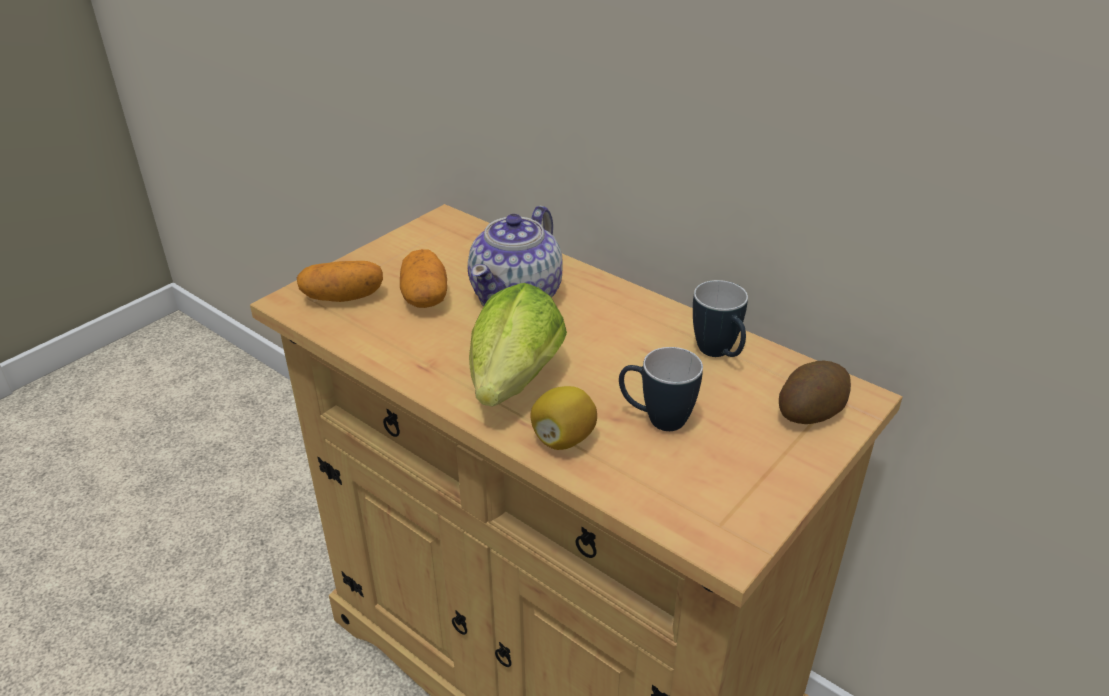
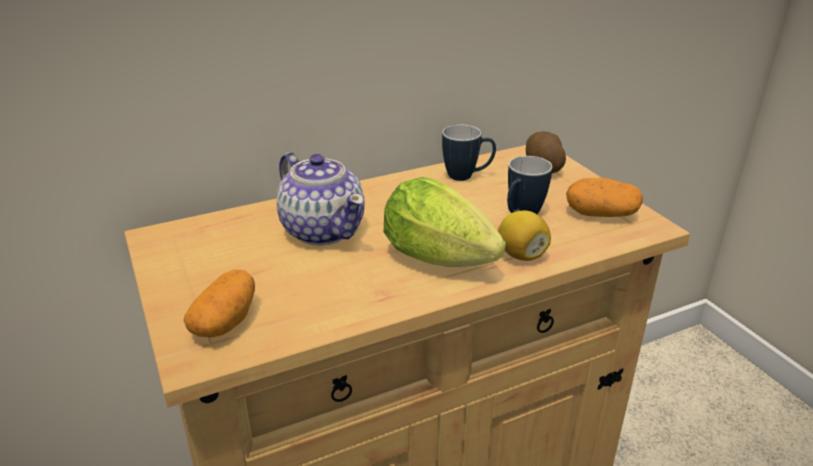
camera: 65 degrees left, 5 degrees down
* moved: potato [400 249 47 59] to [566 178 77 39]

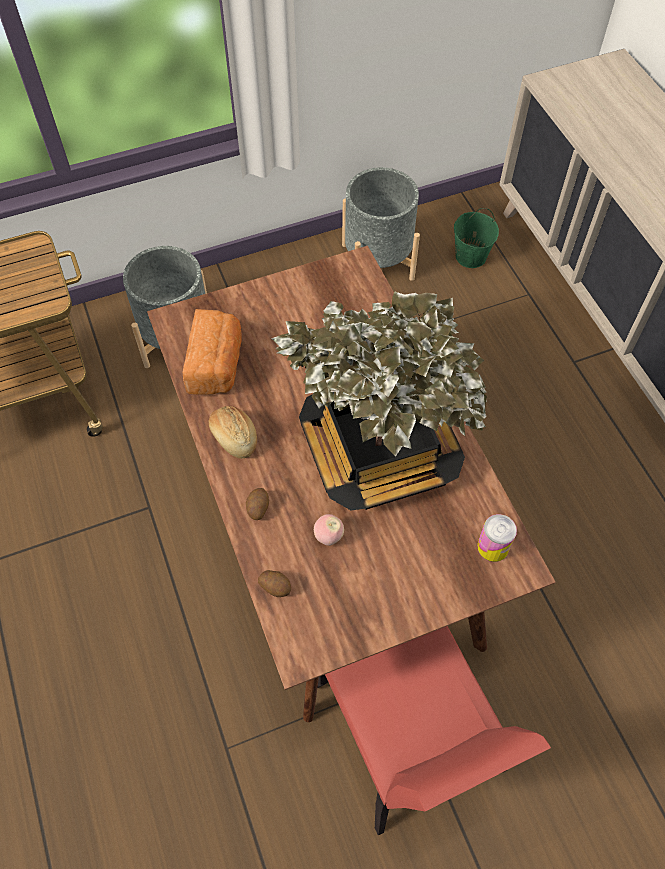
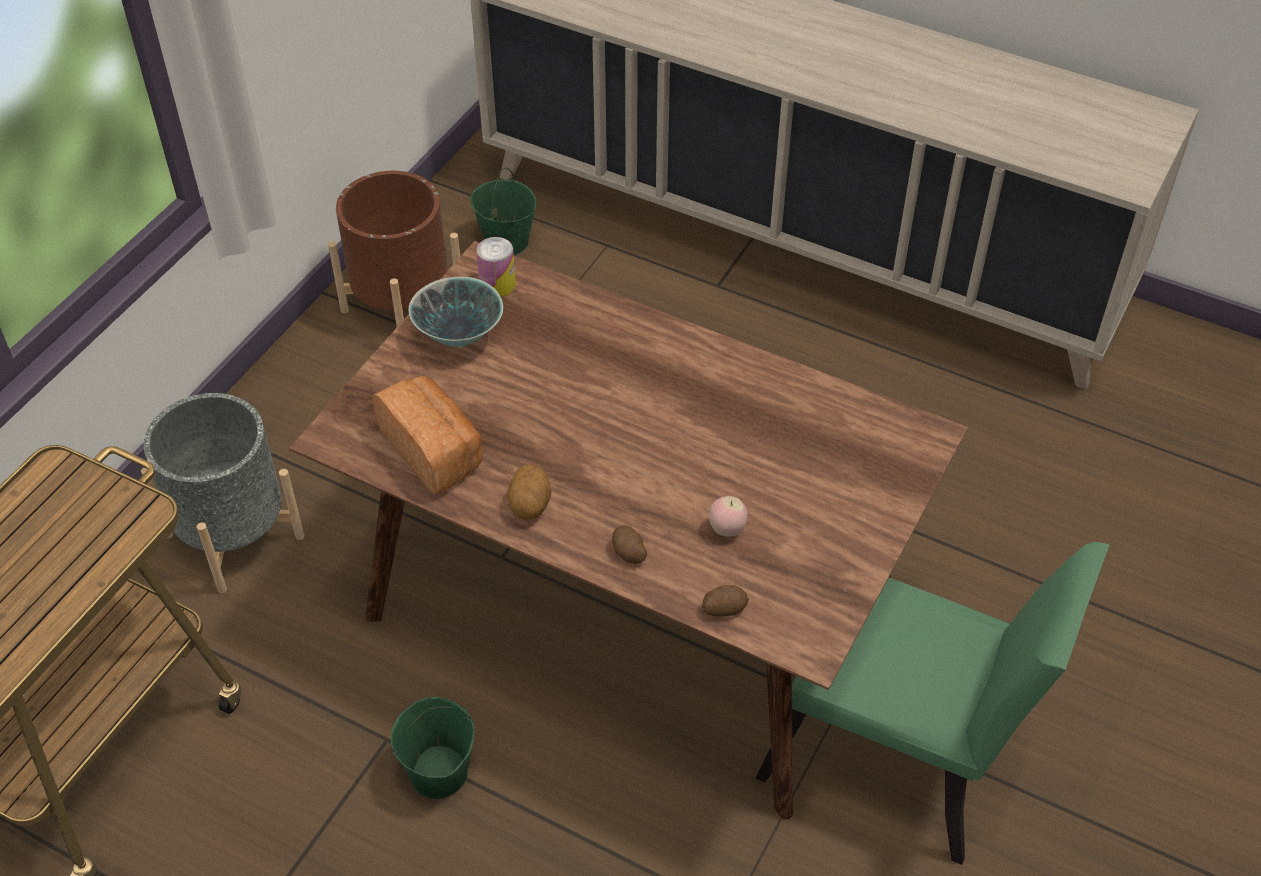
camera: 40 degrees left, 10 degrees down
* removed: potted plant [271 291 216 219]
* added: green bucket [391 697 84 102]
* added: bowl [409 277 94 71]
* moved: can [477 514 40 48] to [476 237 40 60]
* replaced: bread [209 406 48 53] to potato [507 464 44 56]
* recoloured: red chair [318 626 233 210] to green chair [756 542 353 323]
* recoloured: grey planter [342 167 78 114] to brown planter [328 171 132 156]

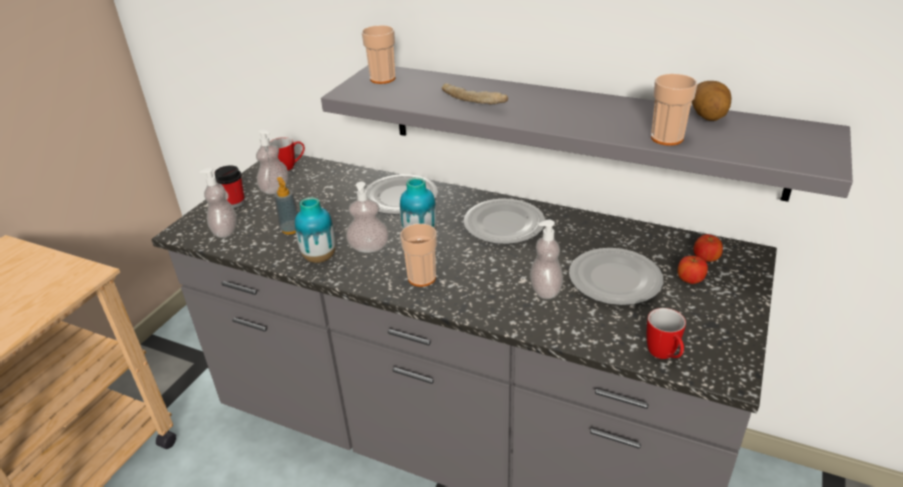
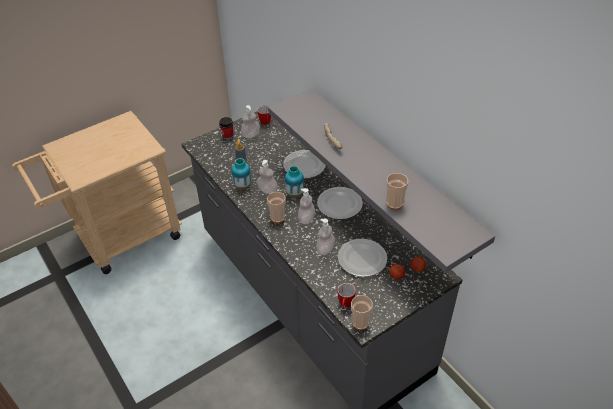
camera: 30 degrees right, 10 degrees up
* removed: potato [692 81 40 40]
* moved: soap dispenser [199 167 38 71] to [298 188 17 36]
* moved: cup [362 25 34 59] to [351 295 22 35]

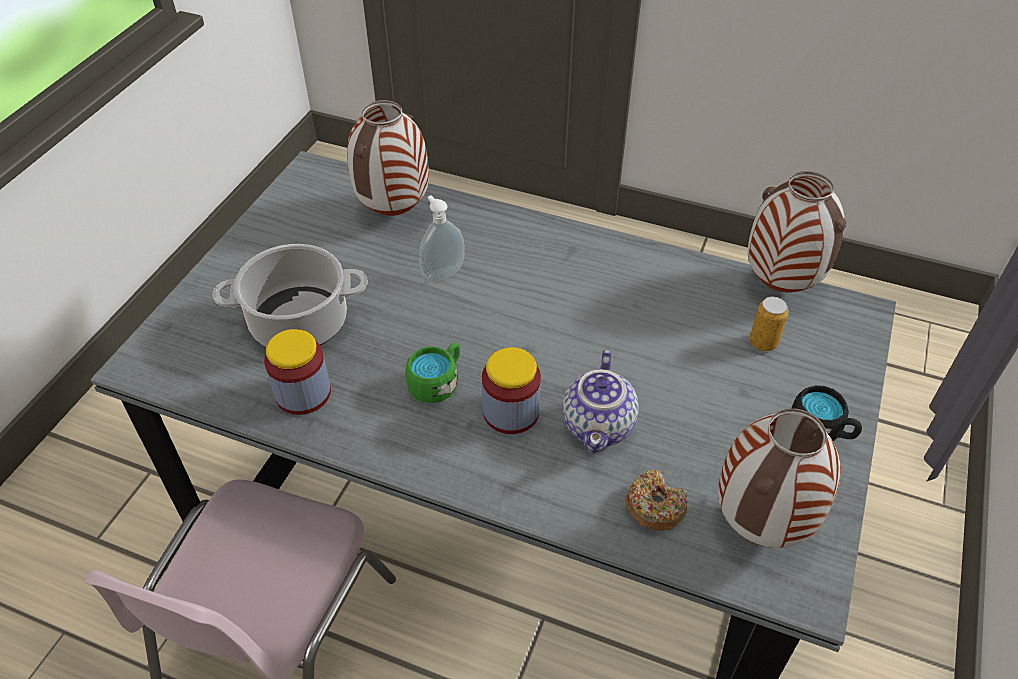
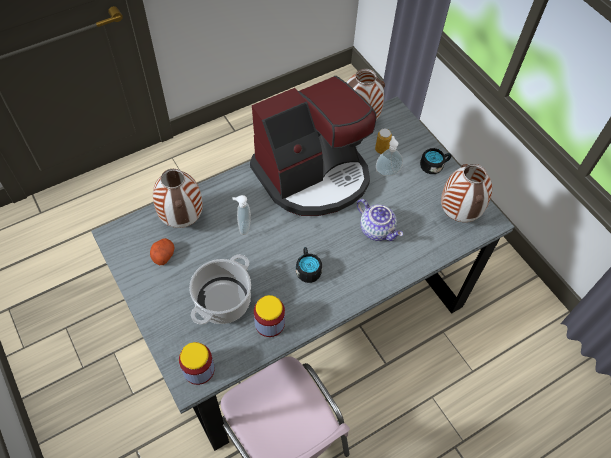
camera: 55 degrees left, 10 degrees up
* removed: donut [625 470 63 60]
* added: potato [150 238 24 27]
* added: coffee machine [250 76 126 140]
* added: soap dispenser [376 136 27 40]
* moved: jar [482 347 59 87] to [179 342 36 43]
* recoloured: green mug [405 343 55 60] to black mug [296 247 26 36]

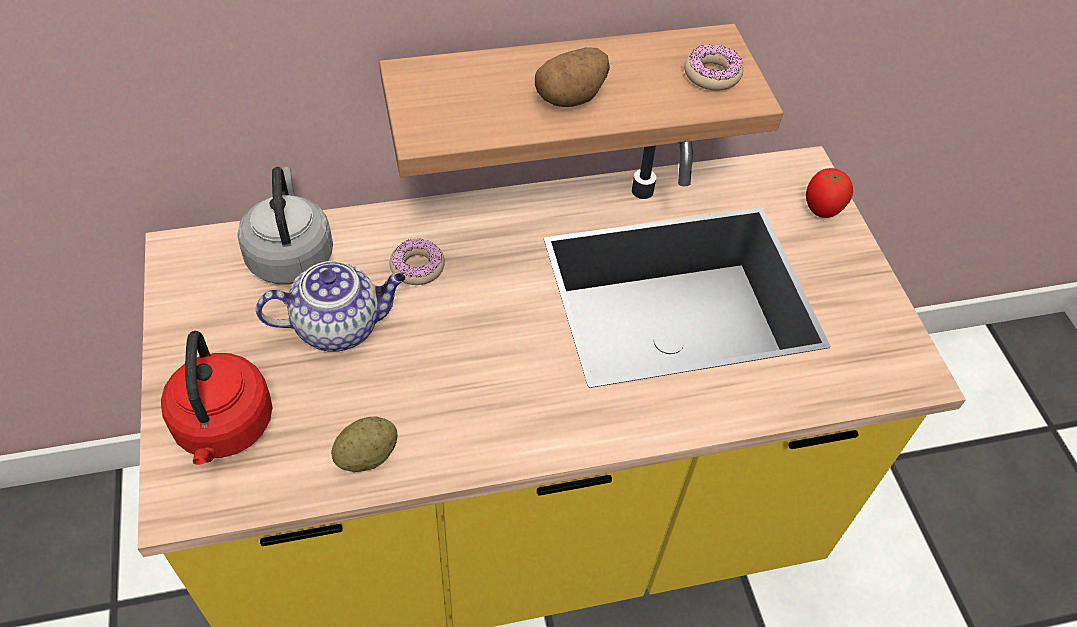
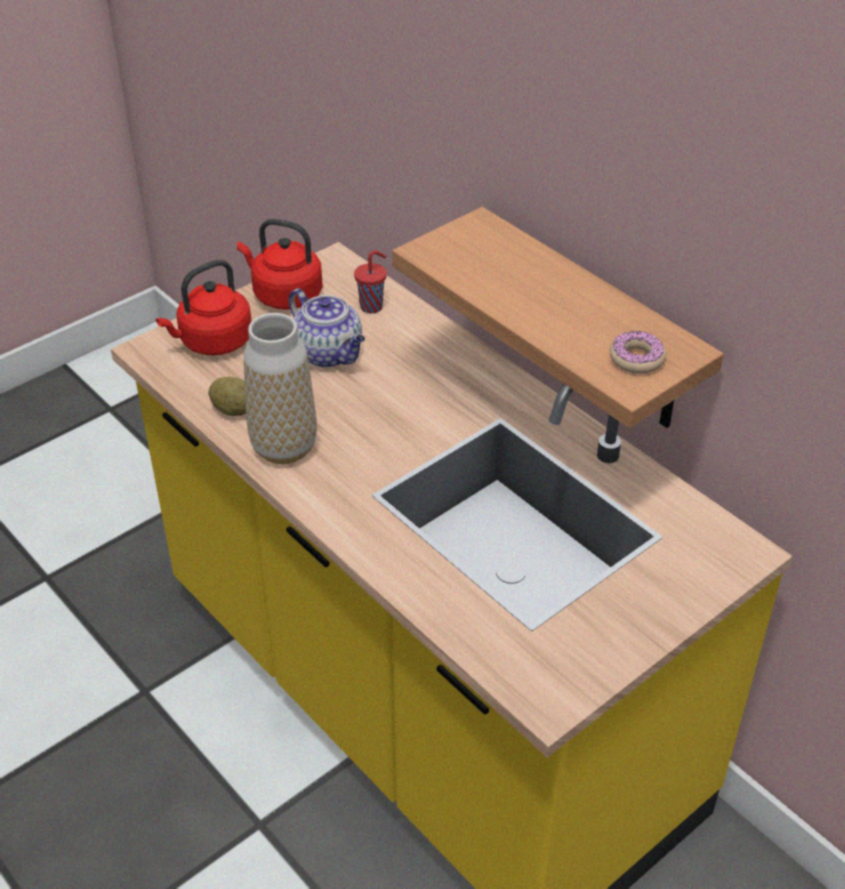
camera: 65 degrees right, 10 degrees down
* removed: donut [390 239 55 46]
* removed: potato [535 47 75 60]
* removed: tomato [806 168 47 50]
* added: red kettle [237 219 86 91]
* added: vase [244 313 73 151]
* replaced: grey kettle [237 167 96 117] to red cup [354 250 33 63]

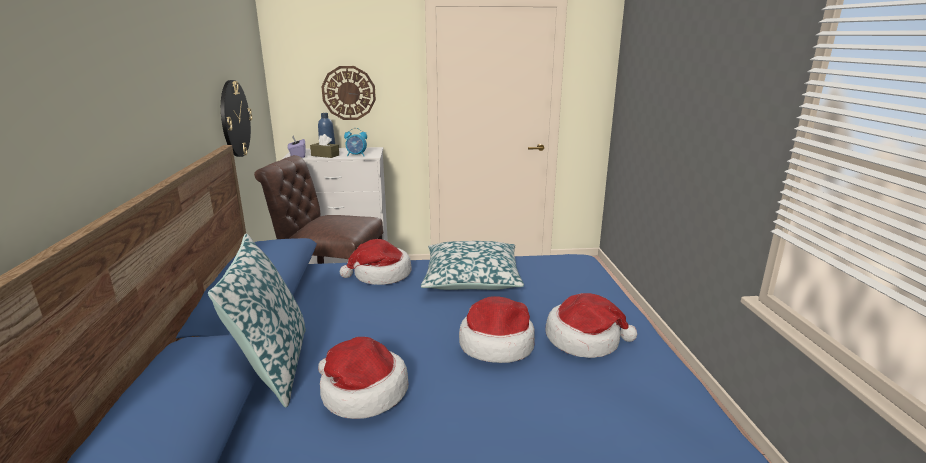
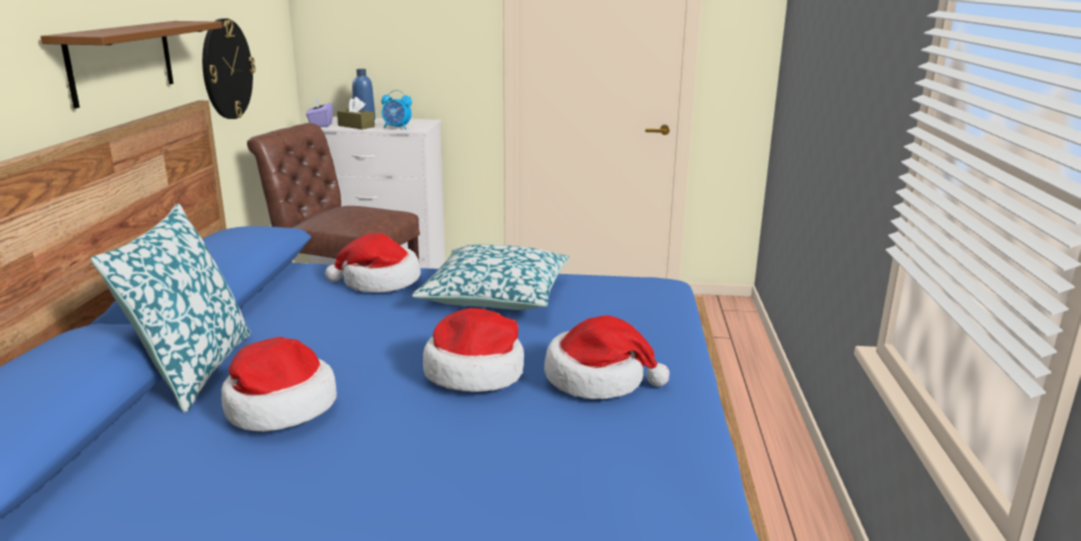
camera: 10 degrees right, 0 degrees up
* removed: wall clock [321 66 55 54]
* added: brown shelf [41 21 182 88]

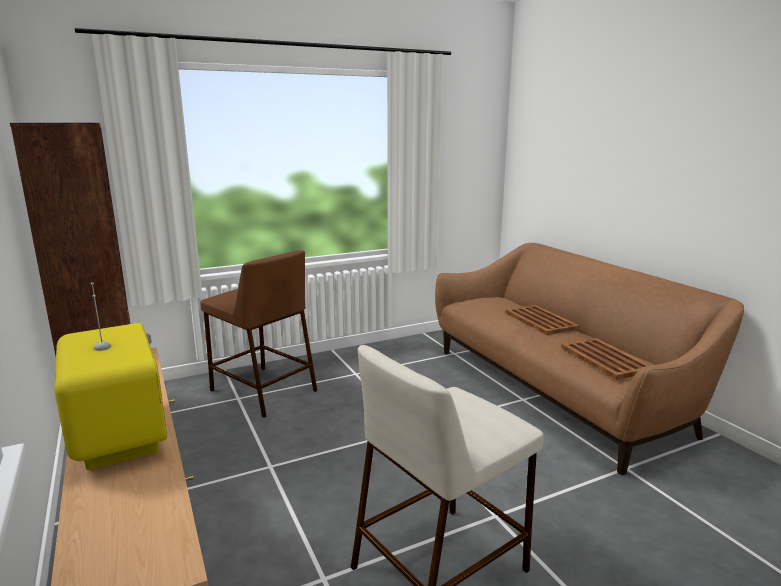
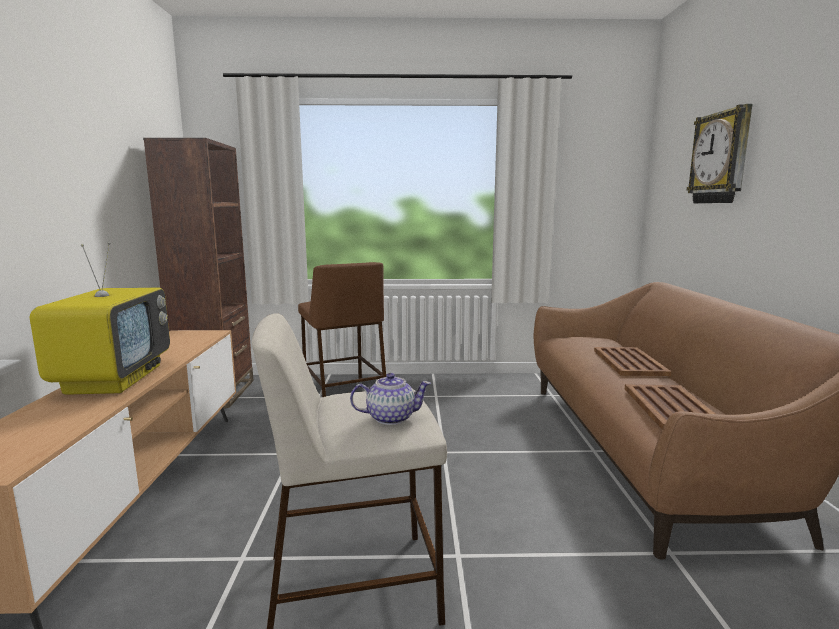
camera: 25 degrees right, 5 degrees down
* added: teapot [350 373 81 52]
* added: wall clock [687 104 65 99]

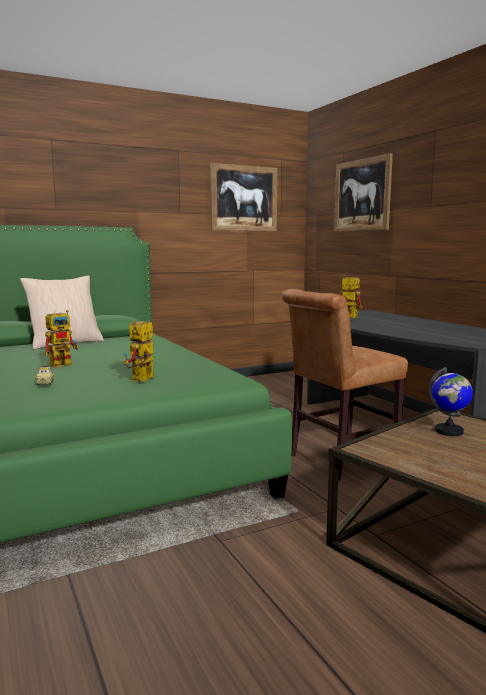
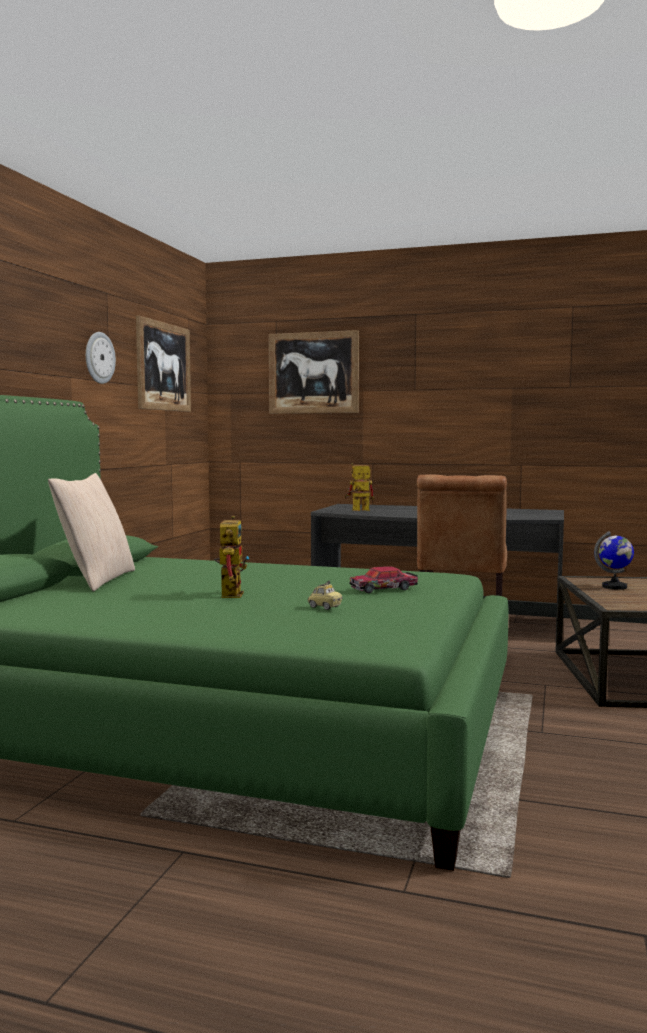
camera: 45 degrees left, 5 degrees down
* added: wall clock [86 332 30 52]
* replaced: toy robot [123 321 31 61] to toy car [349 566 69 27]

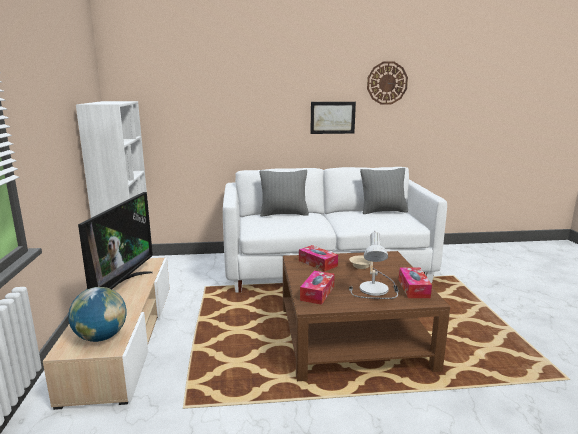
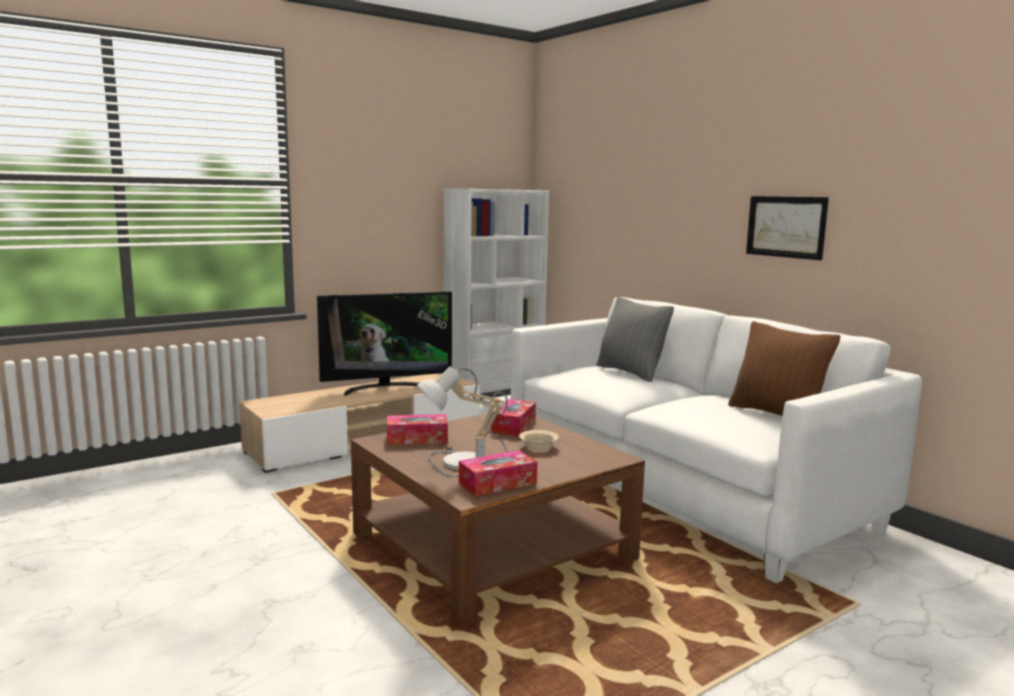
camera: 60 degrees right, 5 degrees down
* removed: globe [68 287 59 55]
* removed: wall clock [367 61 41 44]
* recoloured: grey pillow [360 168 48 46] to brown pillow [728 321 112 95]

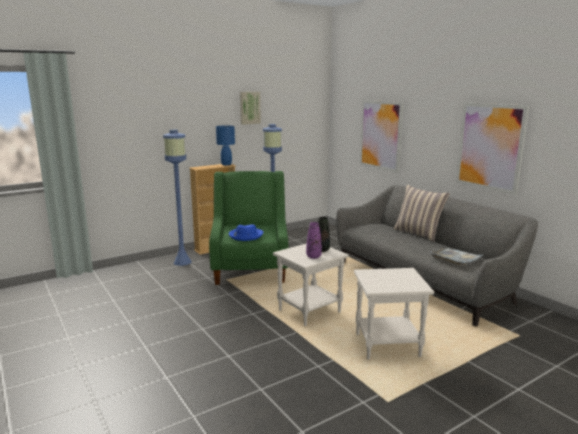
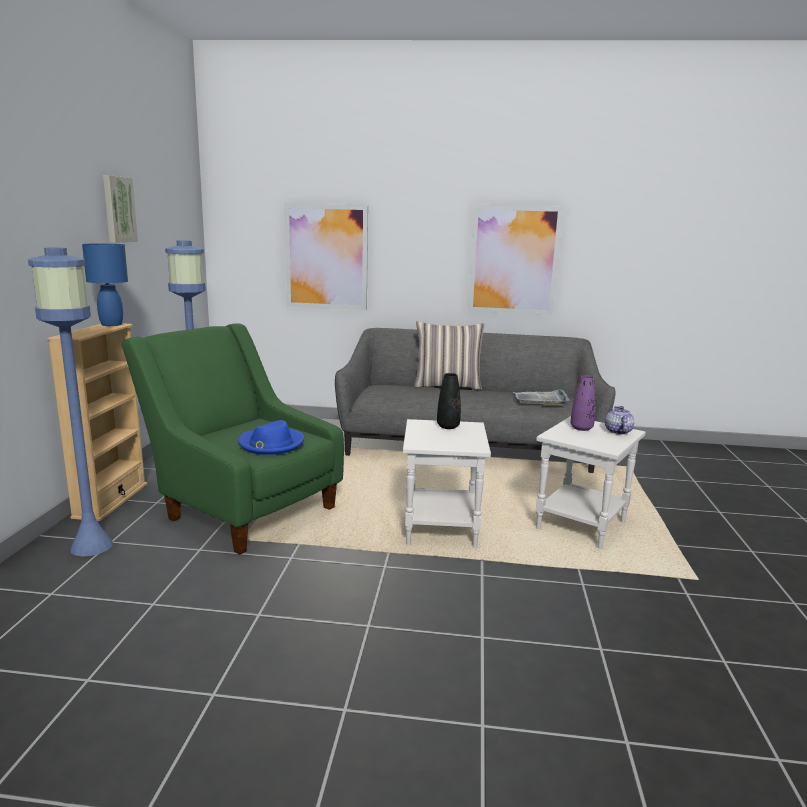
camera: 50 degrees left, 0 degrees up
* added: teapot [605 406 29 29]
* moved: purple vase [306 222 16 37] to [570 375 26 56]

